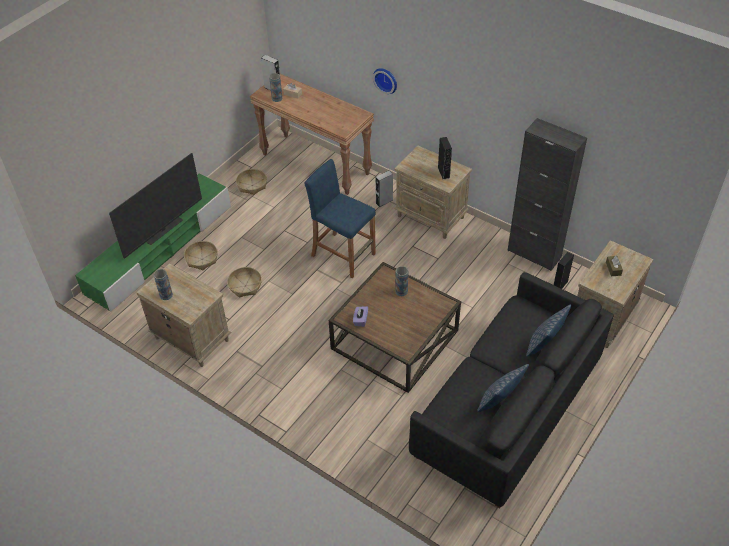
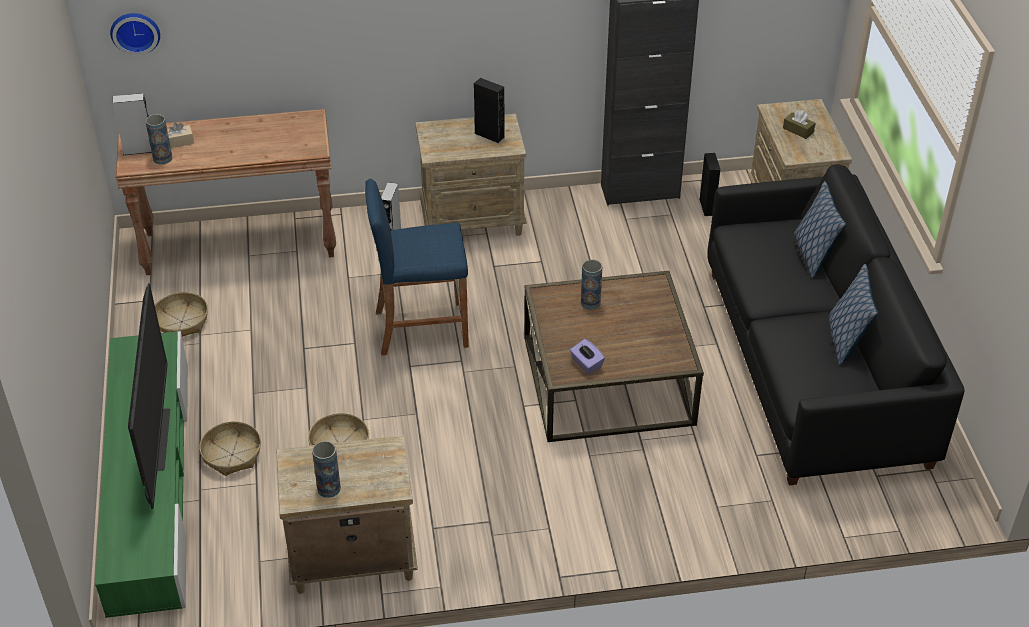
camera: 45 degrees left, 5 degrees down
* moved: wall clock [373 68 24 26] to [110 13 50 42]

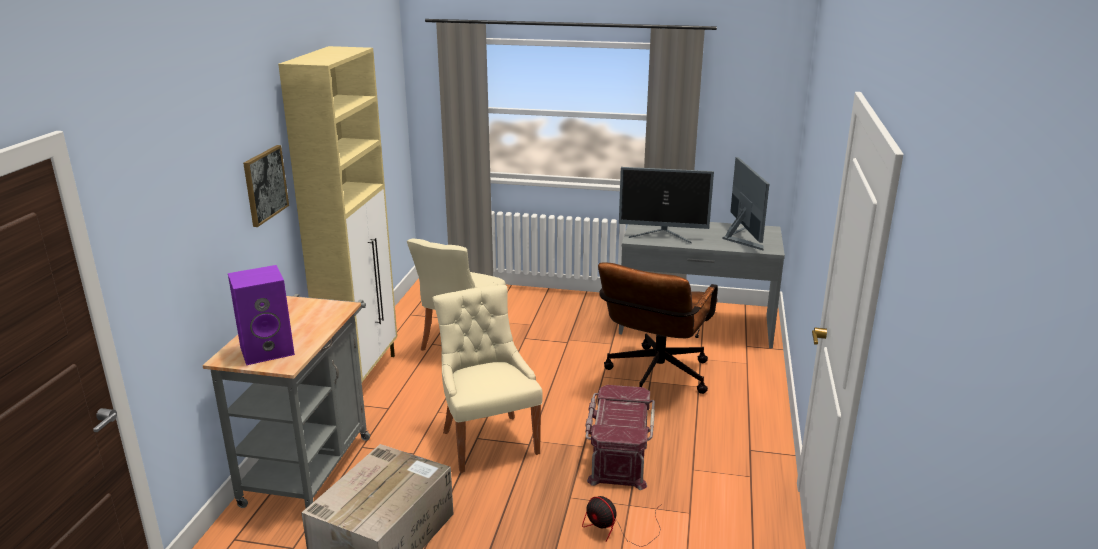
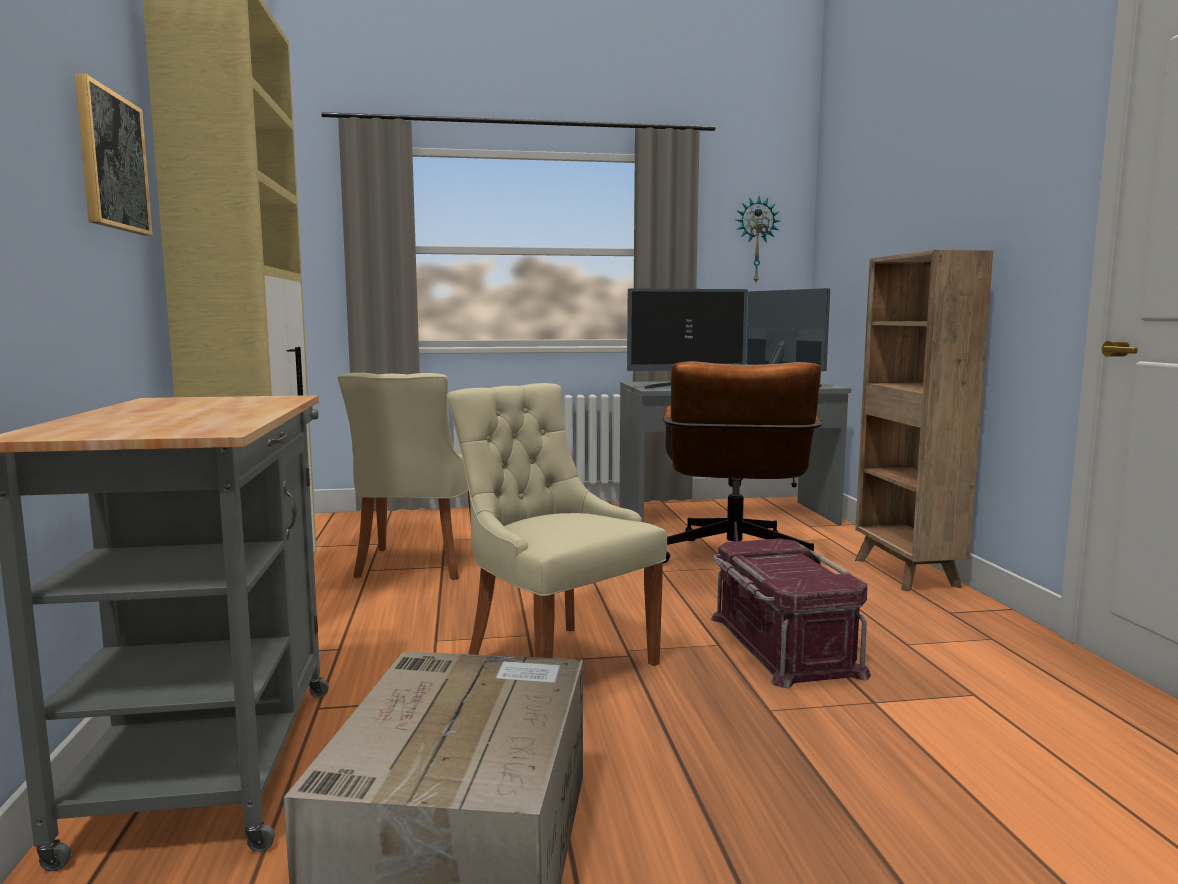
camera: 20 degrees left, 15 degrees down
* removed: purple speaker [228 265 67 100]
* removed: fan [582 496 81 51]
* added: wall clock [736 196 44 87]
* added: brown bookcase [855 250 138 341]

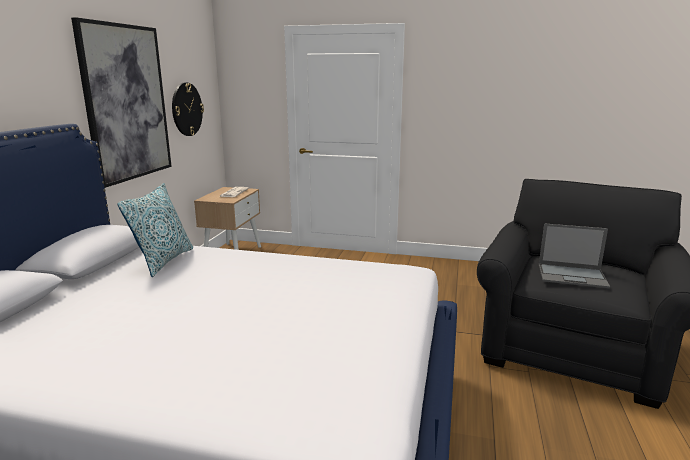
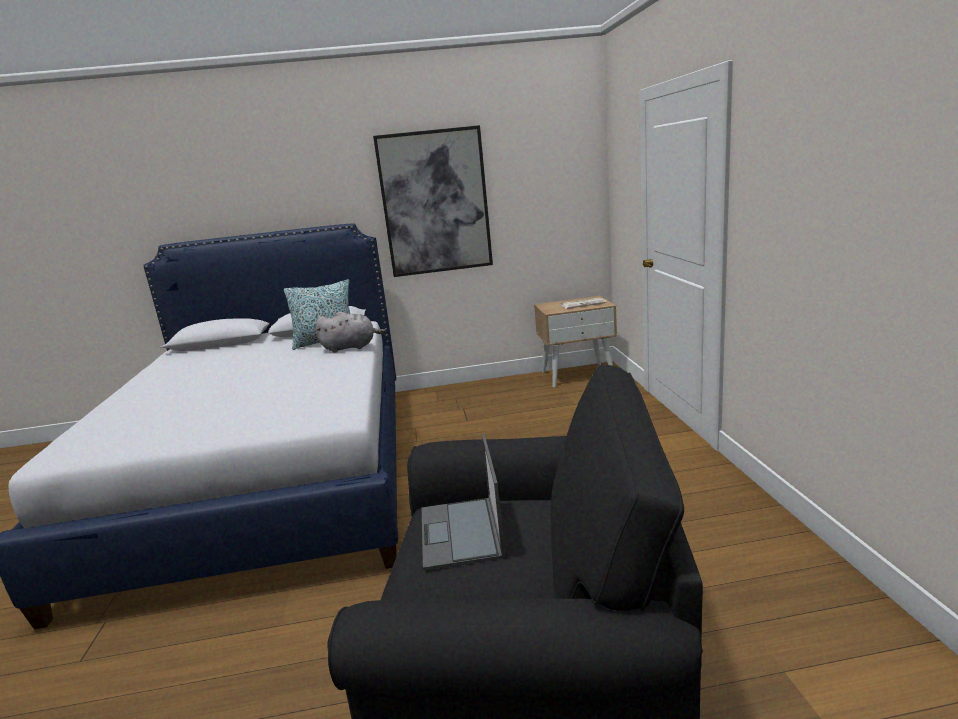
camera: 70 degrees right, 0 degrees up
* removed: wall clock [172 83 32 53]
* added: grey plush toy [315 312 71 41]

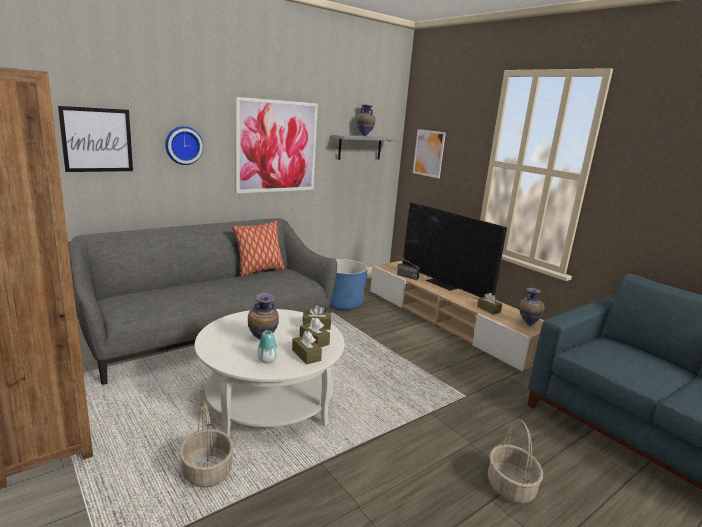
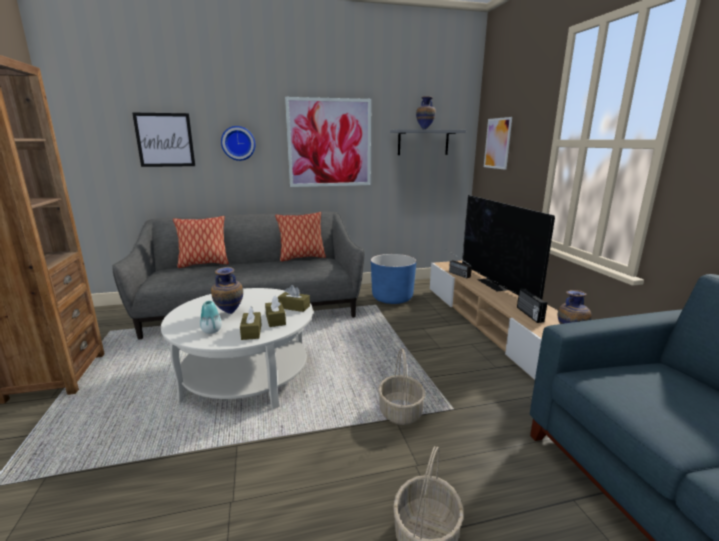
camera: 25 degrees right, 0 degrees up
* added: pillow [173 216 56 52]
* moved: basket [179 402 55 85] to [378 348 47 77]
* replaced: brown tissue box [477 292 25 23] to radio [517 289 30 34]

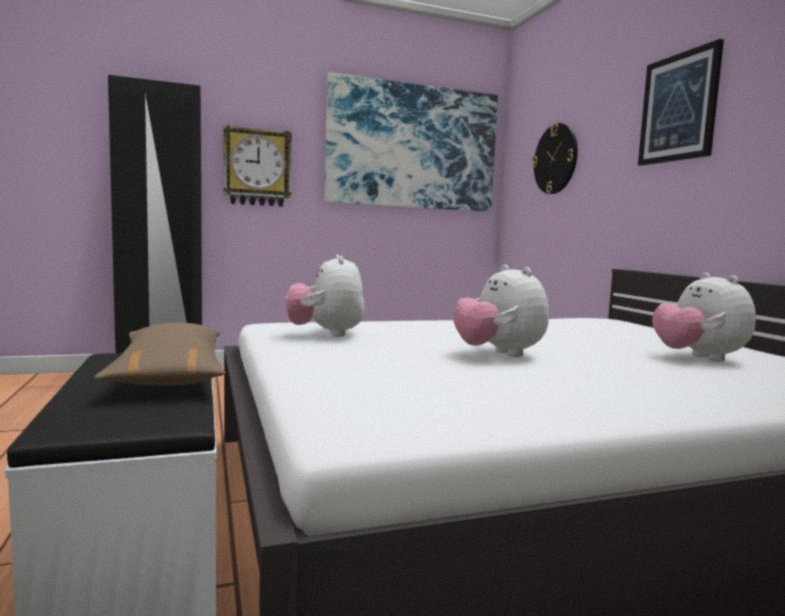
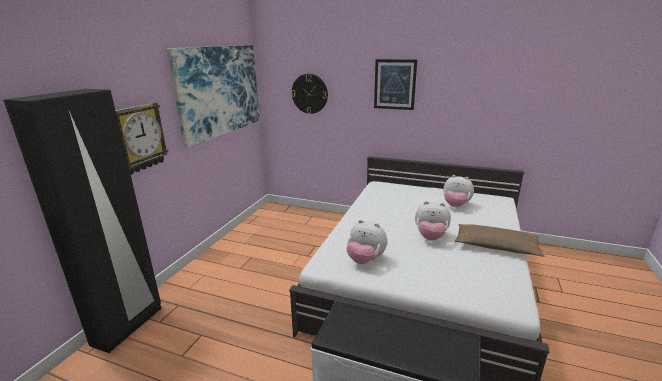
camera: 50 degrees left, 15 degrees up
* moved: brown pillow [94 323 132 62] to [455 224 90 33]

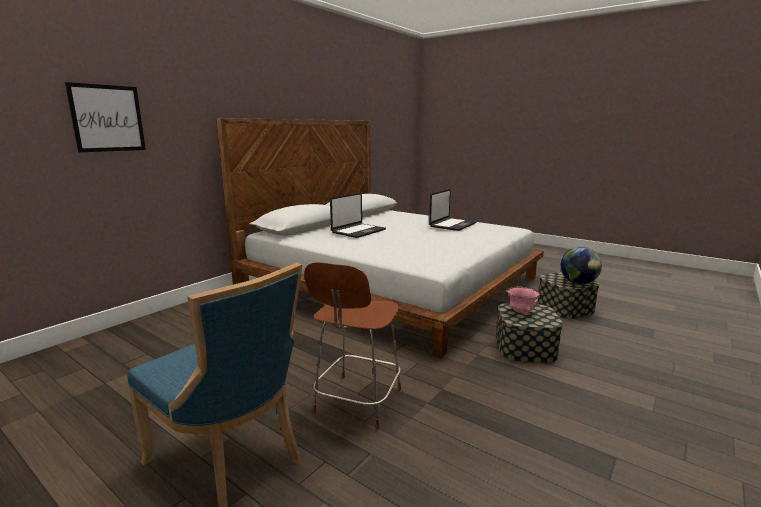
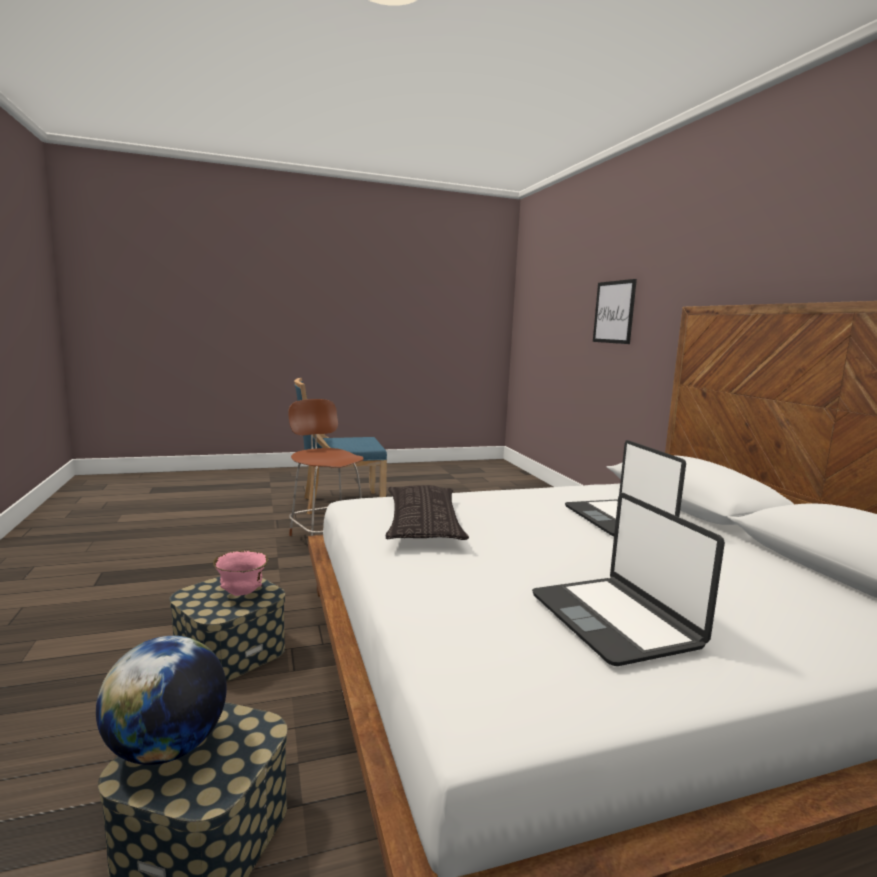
camera: 125 degrees right, 5 degrees down
* added: pillow [386 485 83 55]

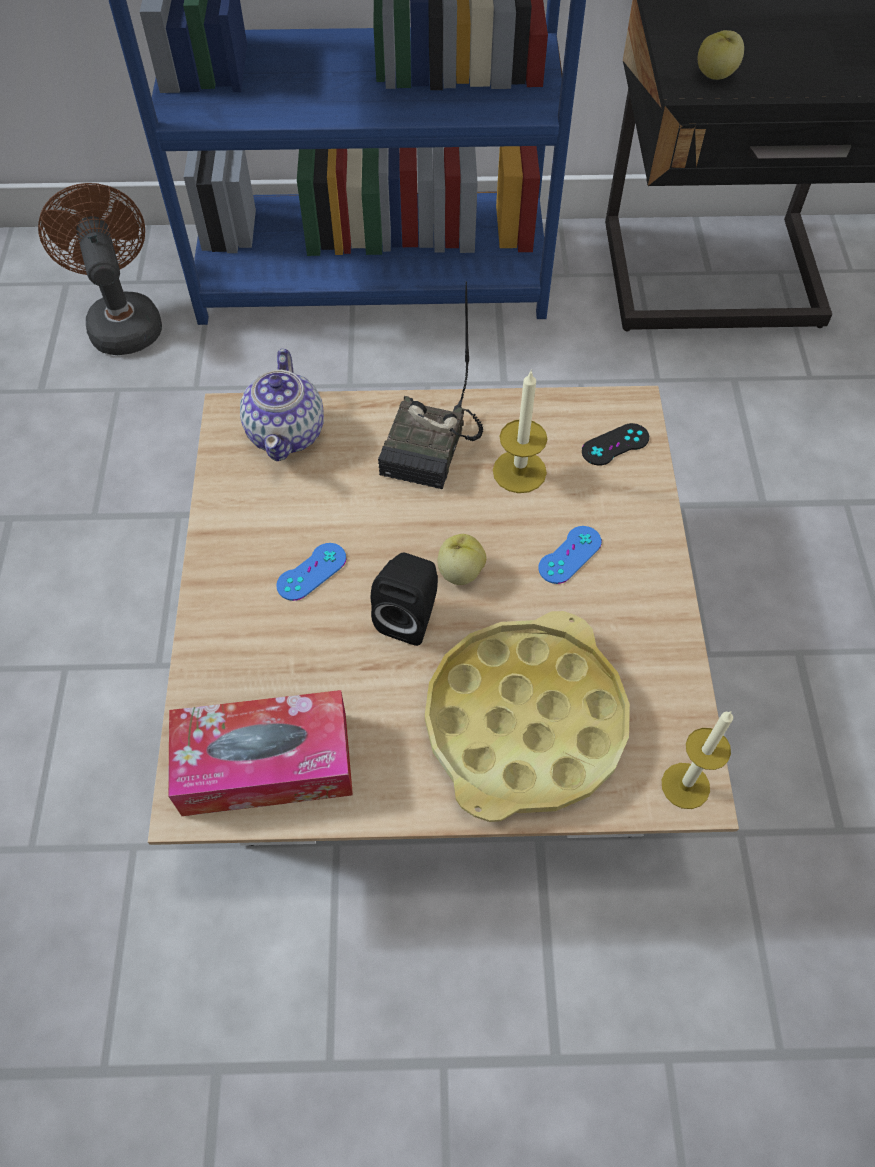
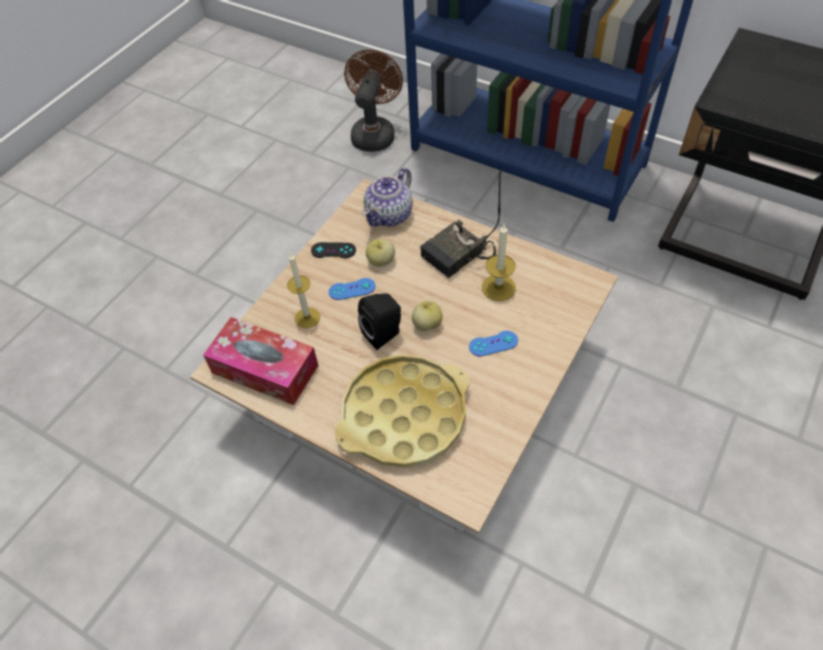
camera: 35 degrees right, 5 degrees down
* moved: black game controller [582 423 67 43] to [311 242 45 16]
* moved: candle [662 711 71 98] to [287 254 33 74]
* moved: apple [698 30 46 50] to [366 239 29 27]

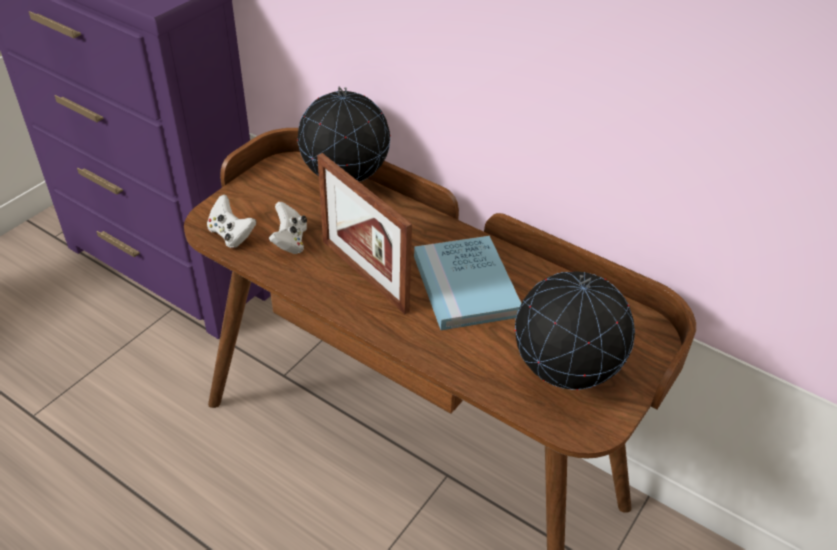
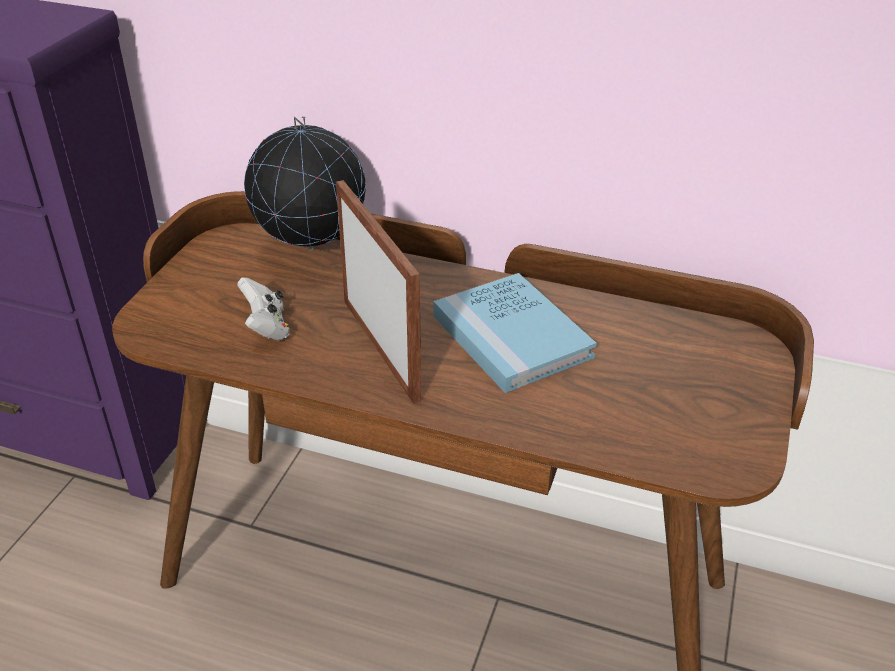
camera: 15 degrees left, 5 degrees down
* removed: white game controller [207 195 49 53]
* removed: globe [515 271 120 119]
* turned: picture frame [317 153 95 161] = [336 180 85 224] 150 degrees counterclockwise

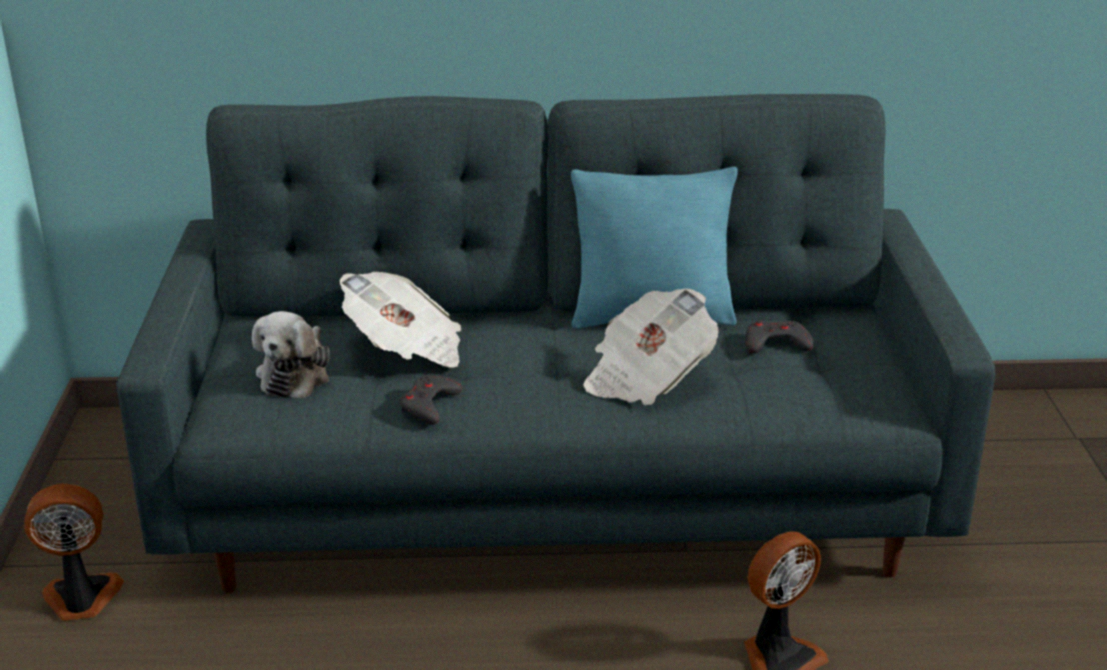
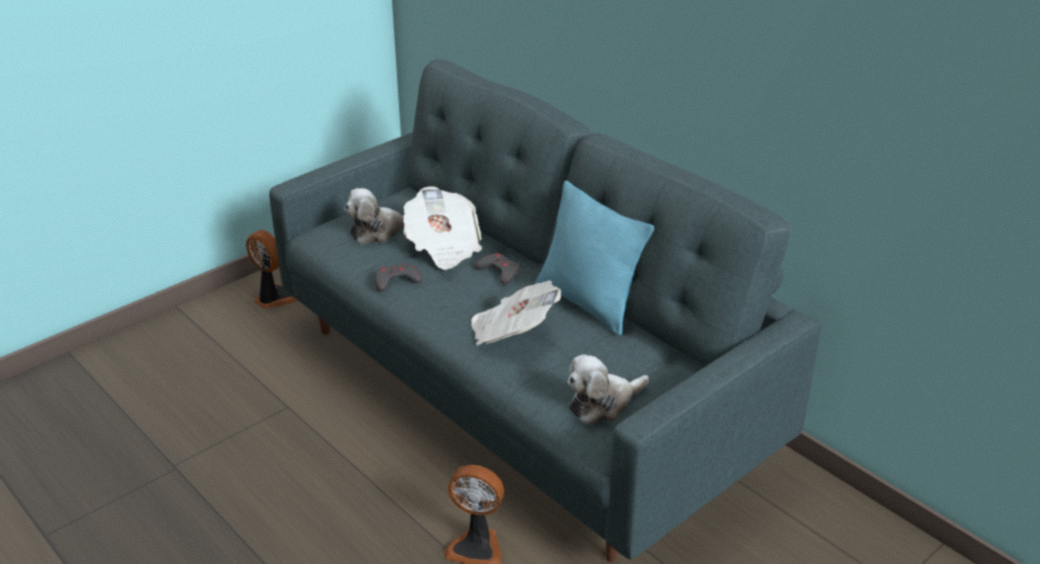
camera: 50 degrees right, 5 degrees up
* added: plush toy [568 355 81 70]
* moved: grey game controller [745 321 69 32] to [475 253 45 32]

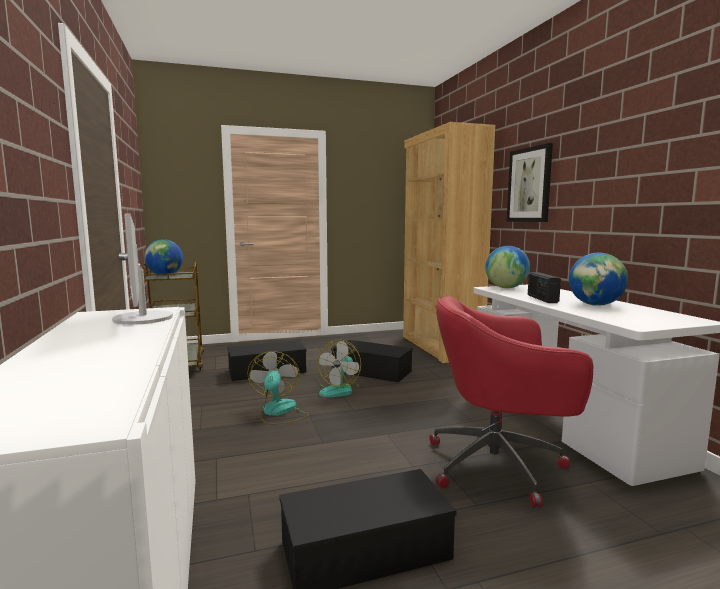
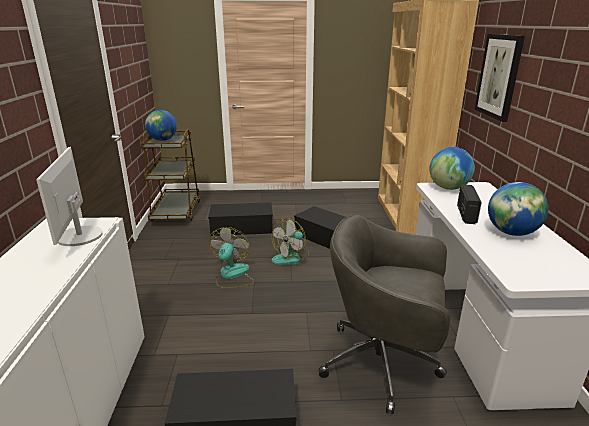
camera: 15 degrees right, 15 degrees up
* recoloured: red office chair [429 296 165 211] to grey office chair [319 215 131 199]

